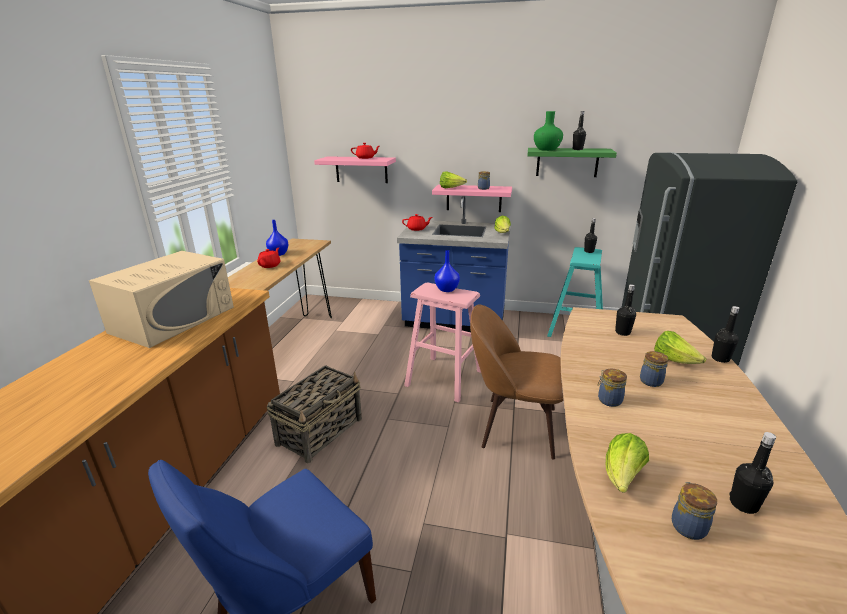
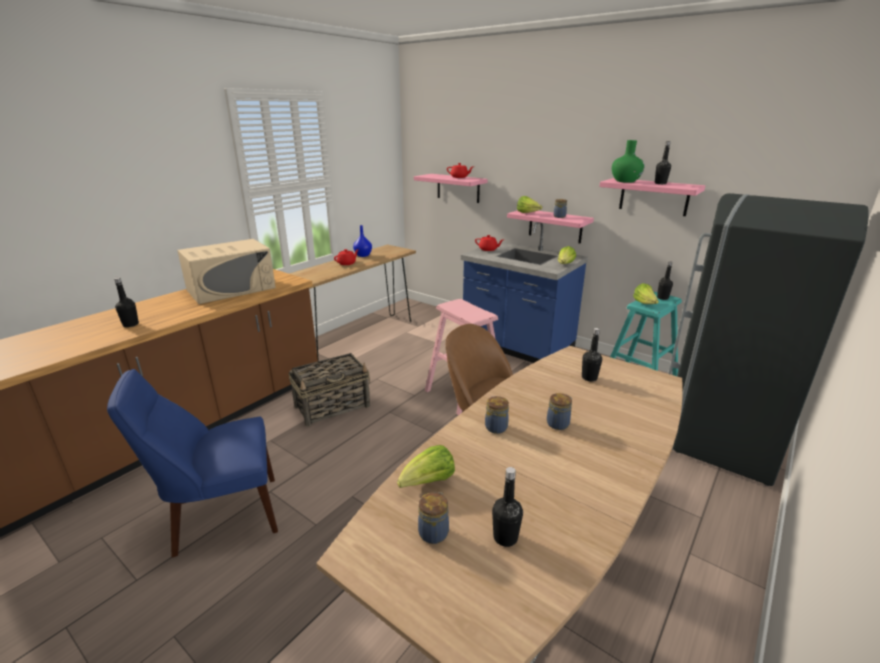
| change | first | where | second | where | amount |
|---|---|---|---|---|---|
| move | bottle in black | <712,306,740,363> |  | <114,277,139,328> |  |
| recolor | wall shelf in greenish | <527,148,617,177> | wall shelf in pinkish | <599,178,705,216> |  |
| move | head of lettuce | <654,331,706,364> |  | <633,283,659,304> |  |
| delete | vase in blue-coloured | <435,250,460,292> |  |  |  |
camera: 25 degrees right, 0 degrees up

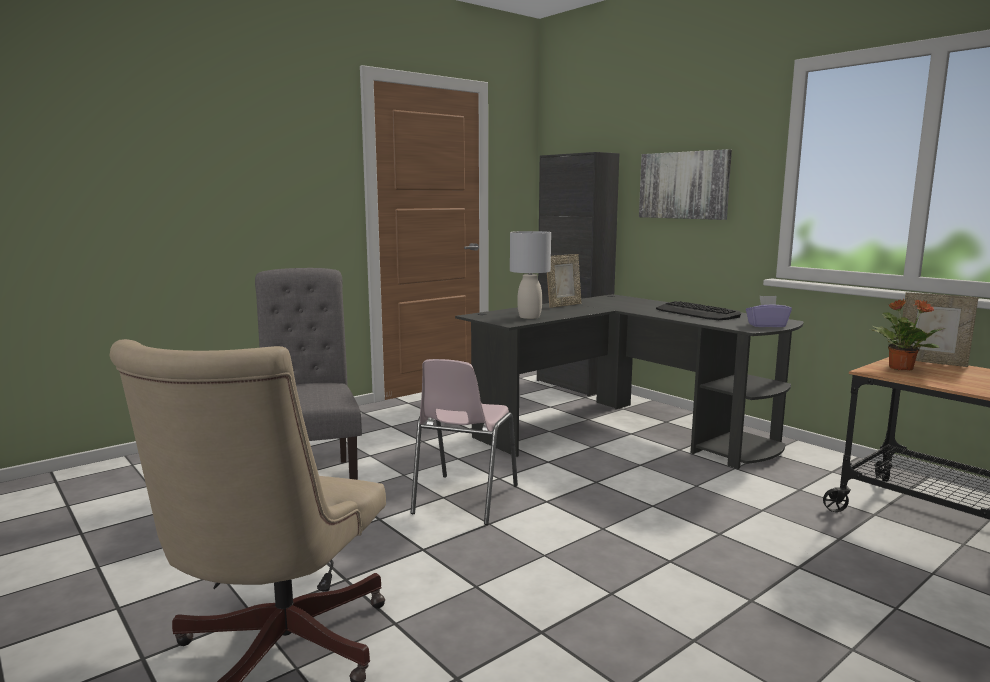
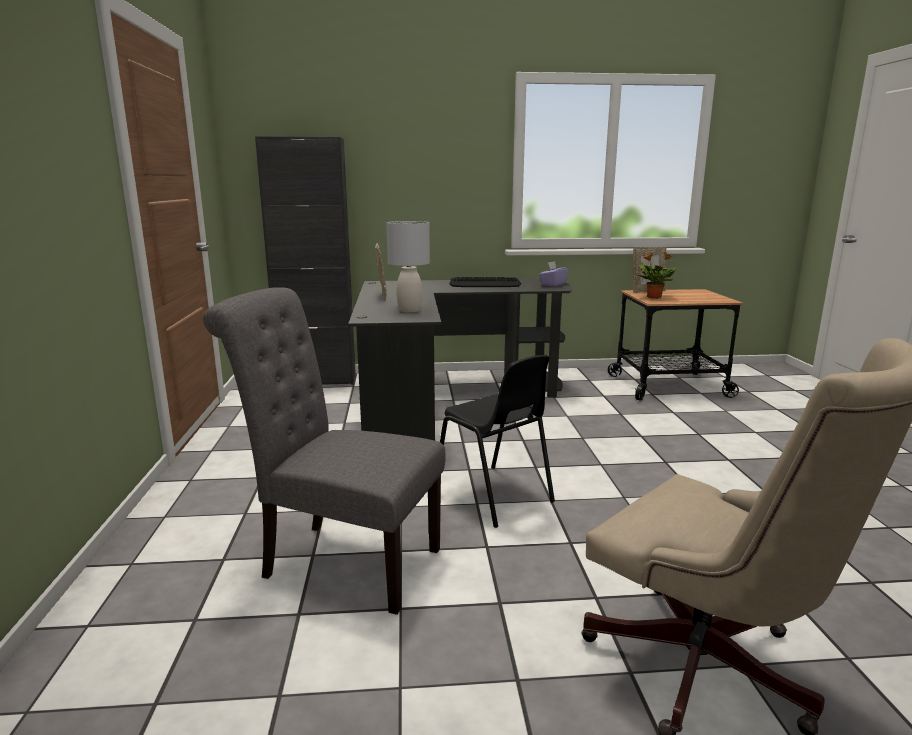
| change | first | where | second | where | amount |
|---|---|---|---|---|---|
| recolor | plain chair in pinkish | <411,359,518,525> | plain chair in black | <440,355,555,528> |  |
| delete | wall art | <639,149,732,220> |  |  |  |
camera: 55 degrees left, 5 degrees up

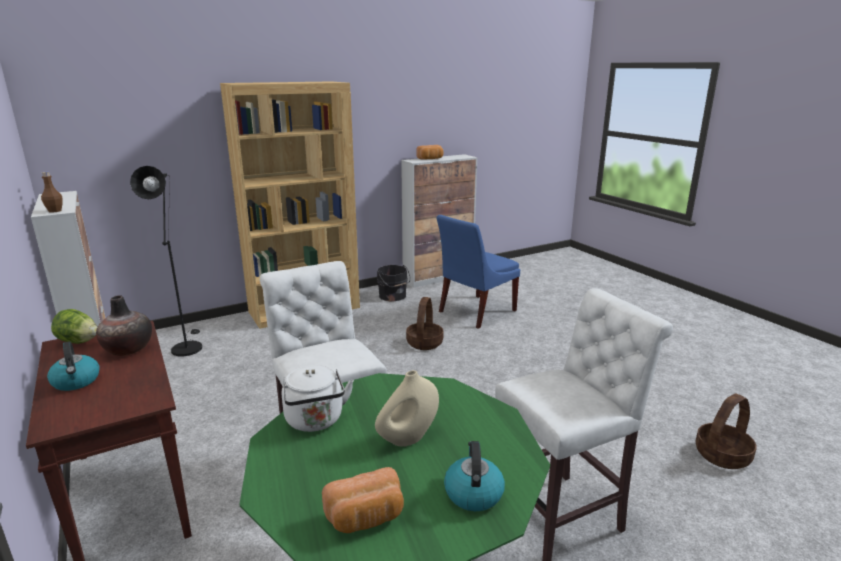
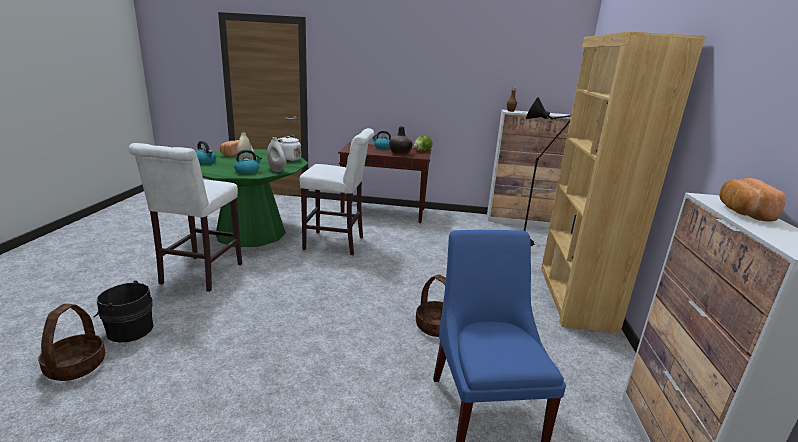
| change | first | where | second | where | amount |
|---|---|---|---|---|---|
| move | water bucket in black | <377,265,410,301> |  | <94,280,154,343> |  |
| insert |  |  | kettle | <234,150,262,174> |  |
| insert |  |  | vase in white-coloured | <267,137,287,172> |  |
camera: 125 degrees right, 0 degrees up

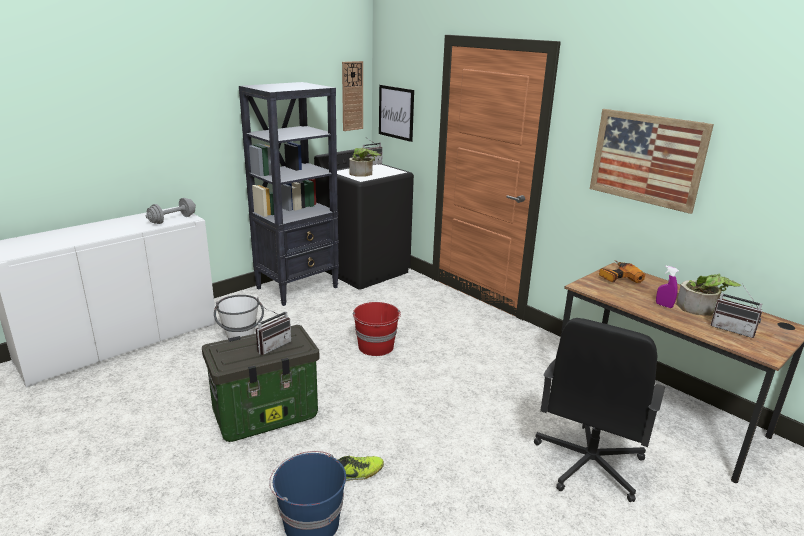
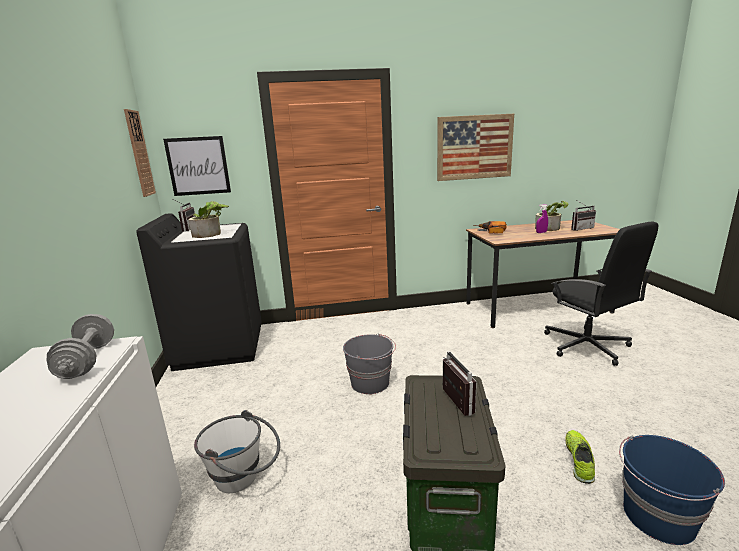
| change | first | where | second | where | amount |
|---|---|---|---|---|---|
| recolor | water bucket in reddish | <353,302,401,356> | water bucket in grey | <343,333,396,394> |  |
| delete | bookcase in black | <239,82,339,306> |  |  |  |
camera: 55 degrees left, 5 degrees down

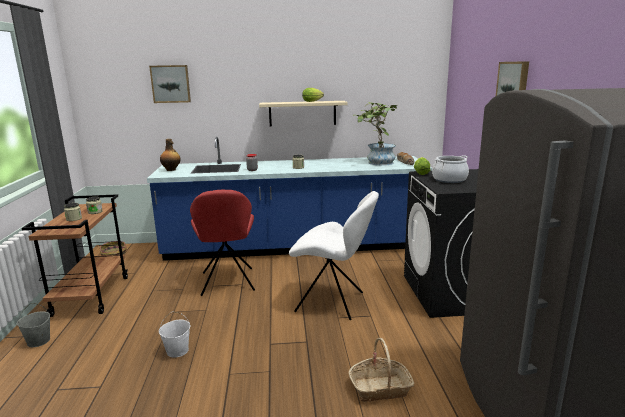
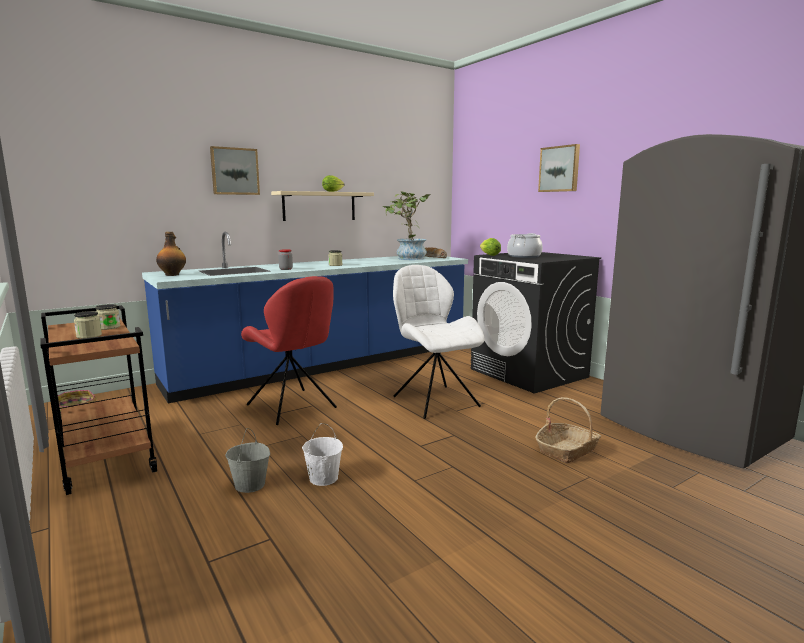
| change | first | where | second | where | amount |
|---|---|---|---|---|---|
| move | wall art | <149,65,191,103> |  | <210,146,260,195> |  |
| move | water bucket in grey | <17,303,50,347> |  | <225,428,270,493> |  |
| rotate | plain chair in white-coloured | <289,191,379,320> |  | <393,265,485,419> | 105 degrees counterclockwise |
camera: 30 degrees left, 5 degrees down

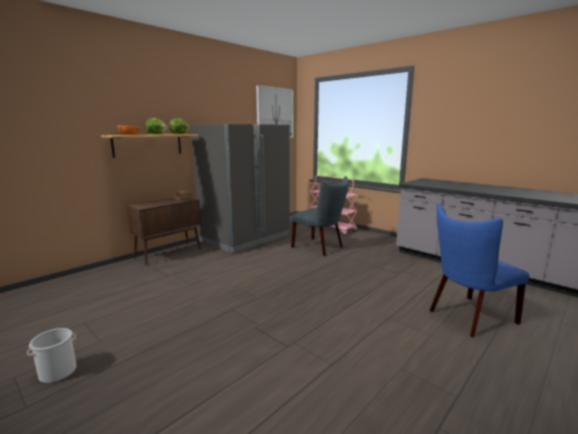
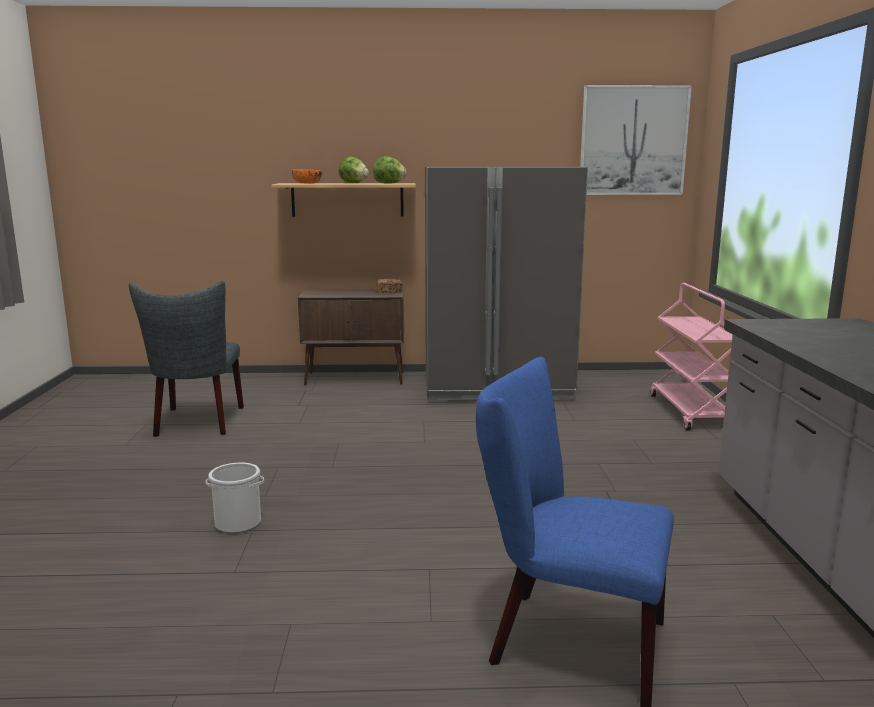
| change | first | where | second | where | amount |
|---|---|---|---|---|---|
| move | plain chair in grey | <291,176,348,256> |  | <129,281,244,437> |  |
| move | water bucket | <27,328,76,383> |  | <206,463,264,533> |  |
camera: 45 degrees right, 0 degrees up

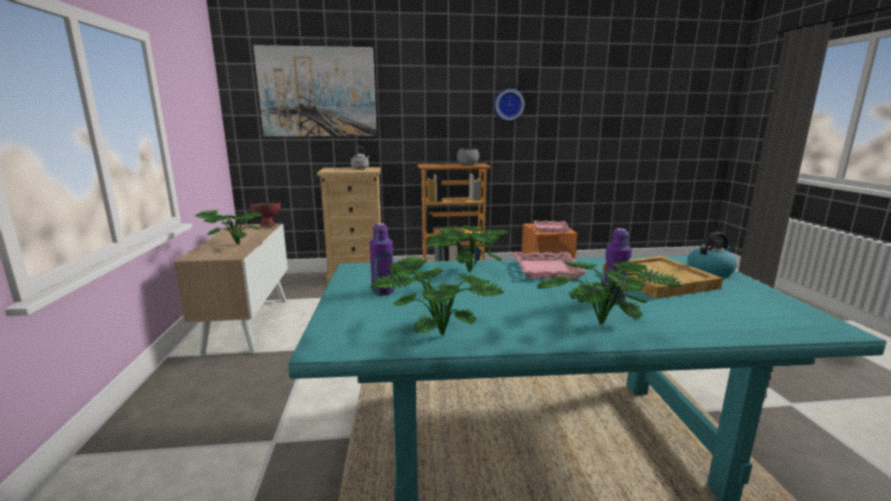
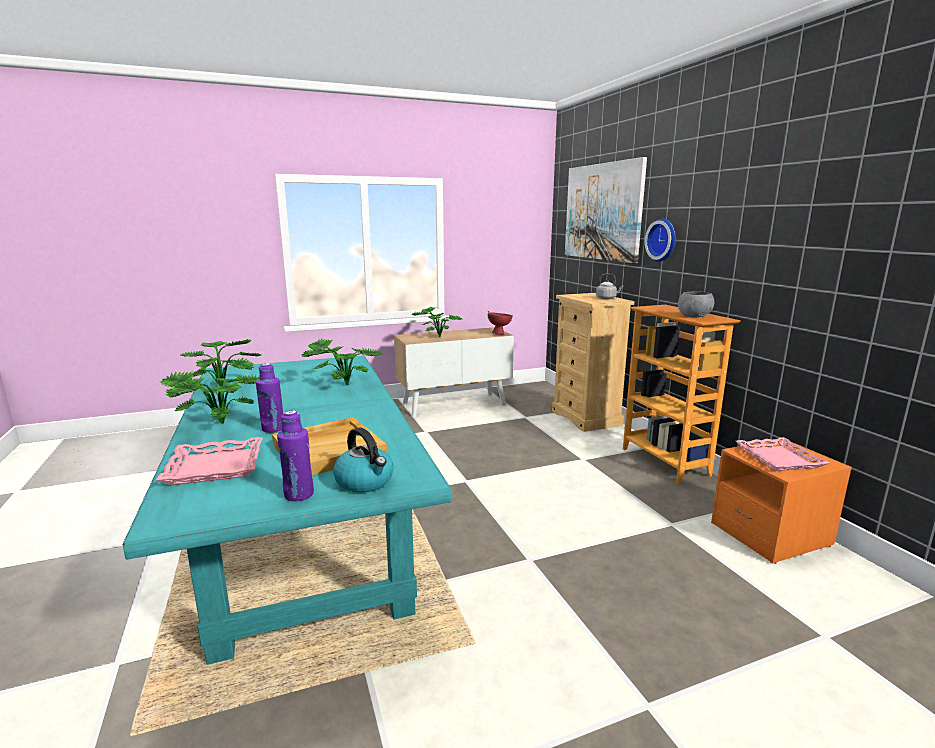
| change | first | where | second | where | amount |
|---|---|---|---|---|---|
| move | serving tray in pinkish | <513,252,587,279> |  | <156,437,262,485> |  |
| move | bottle in purple-coloured | <369,223,394,295> |  | <277,410,314,501> |  |
| move | hanging clock | <494,88,525,122> |  | <644,218,676,262> |  |
camera: 75 degrees right, 0 degrees up

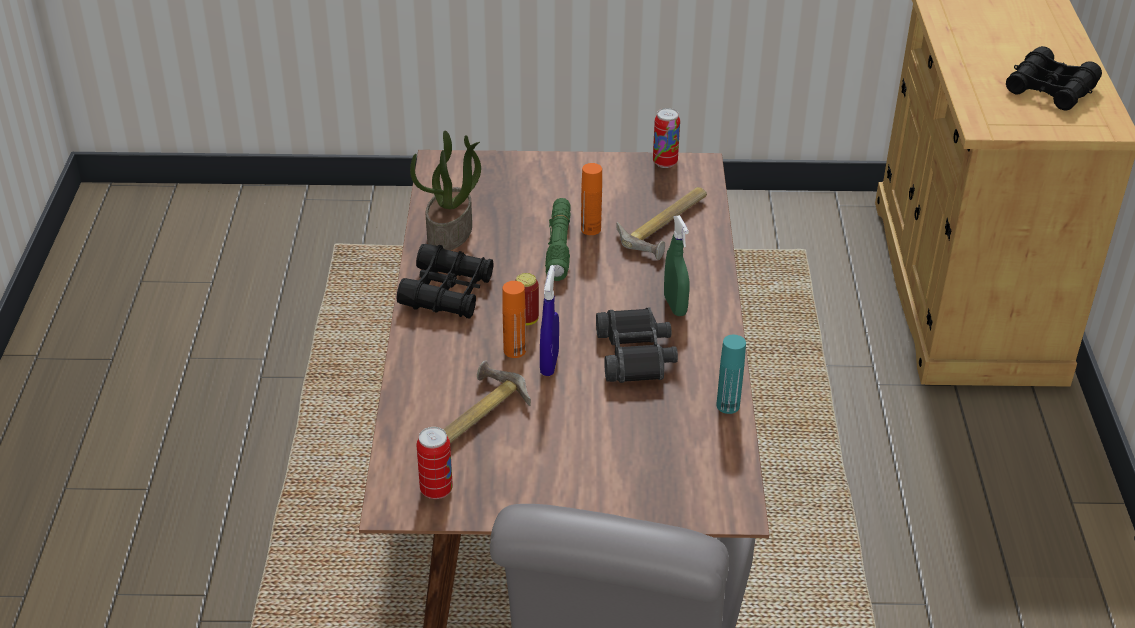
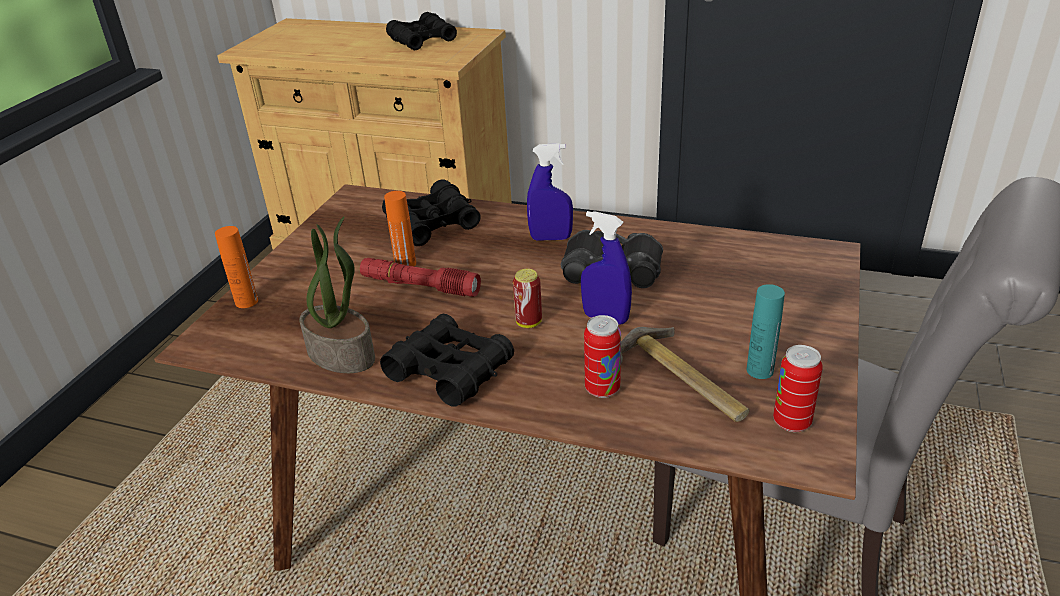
| change | first | where | second | where | amount |
|---|---|---|---|---|---|
| move | bottle in orangey | <502,281,526,358> |  | <215,226,258,308> |  |
| recolor | flashlight in greenish | <545,198,571,281> | flashlight in reddish | <360,258,481,297> |  |
| replace | tool hammer | <617,187,707,260> | field glasses in black | <382,179,480,246> |  |
| recolor | sprayer in greenish | <664,215,690,316> | sprayer in blue-coloured | <527,143,573,241> |  |
| move | can | <653,108,680,168> |  | <584,315,621,398> |  |
| move | bottle in turquoise | <716,335,746,414> |  | <747,284,785,379> |  |
camera: 70 degrees left, 5 degrees down

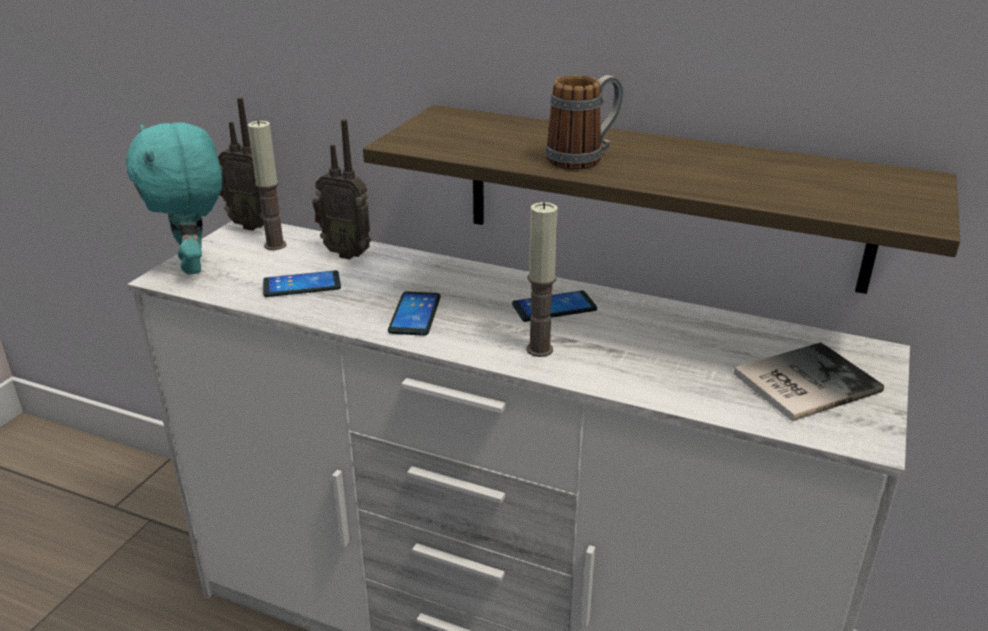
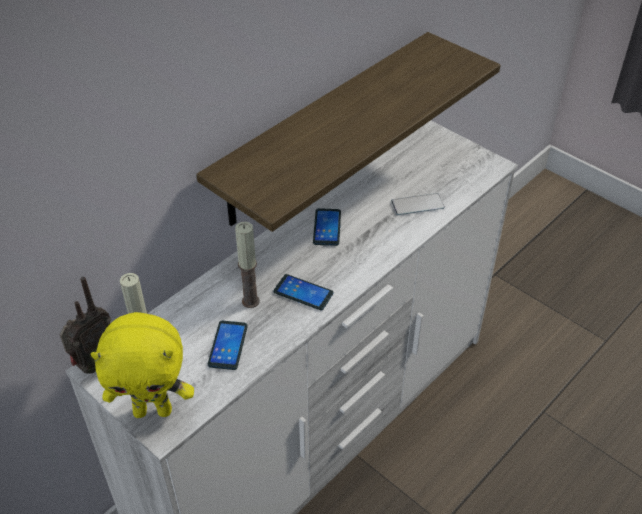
| change | first | where | second | where | amount |
|---|---|---|---|---|---|
| recolor | plush toy in turquoise | <126,122,222,275> | plush toy in yellow | <91,312,194,418> |  |
| move | wax candle | <526,202,558,357> |  | <235,222,260,308> |  |
| insert |  |  | handset | <391,193,445,215> |  |
| delete | radio | <312,119,371,260> |  |  |  |
| delete | coffee mug | <545,75,624,170> |  |  |  |
| delete | volume | <734,342,884,421> |  |  |  |
camera: 70 degrees left, 15 degrees up

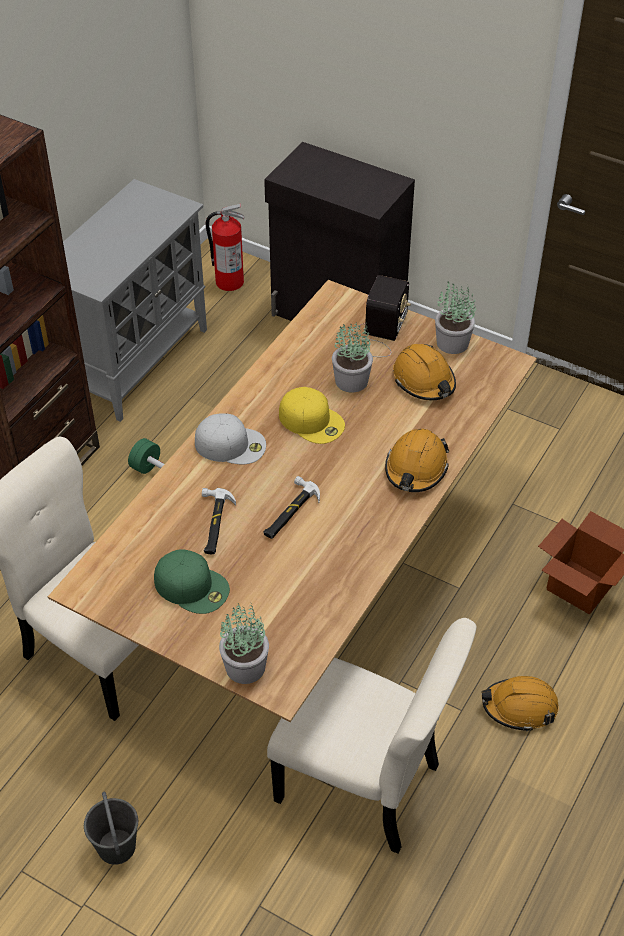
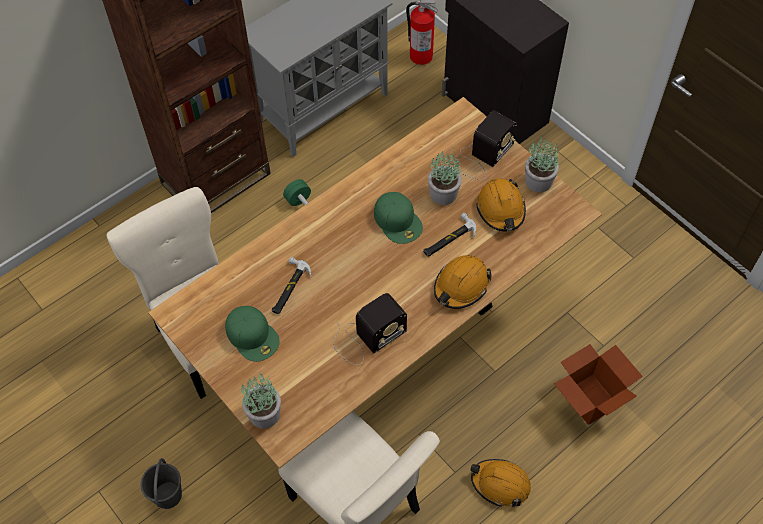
| change | first | where | second | where | amount |
|---|---|---|---|---|---|
| insert |  |  | radio | <333,293,407,365> |  |
| recolor | cap in yellow | <279,387,345,444> | cap in greenish | <374,192,423,244> |  |
| move | tool hammer | <264,476,320,539> |  | <423,213,476,257> |  |
| delete | cap in white-coloured | <195,413,266,464> |  |  |  |
camera: 20 degrees right, 10 degrees up

